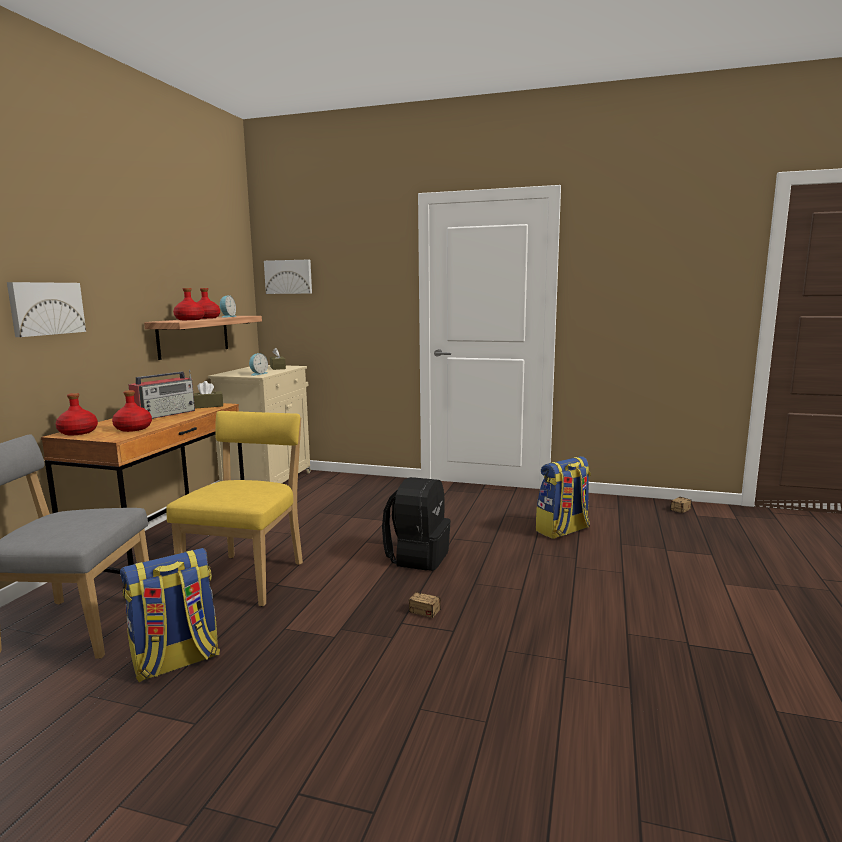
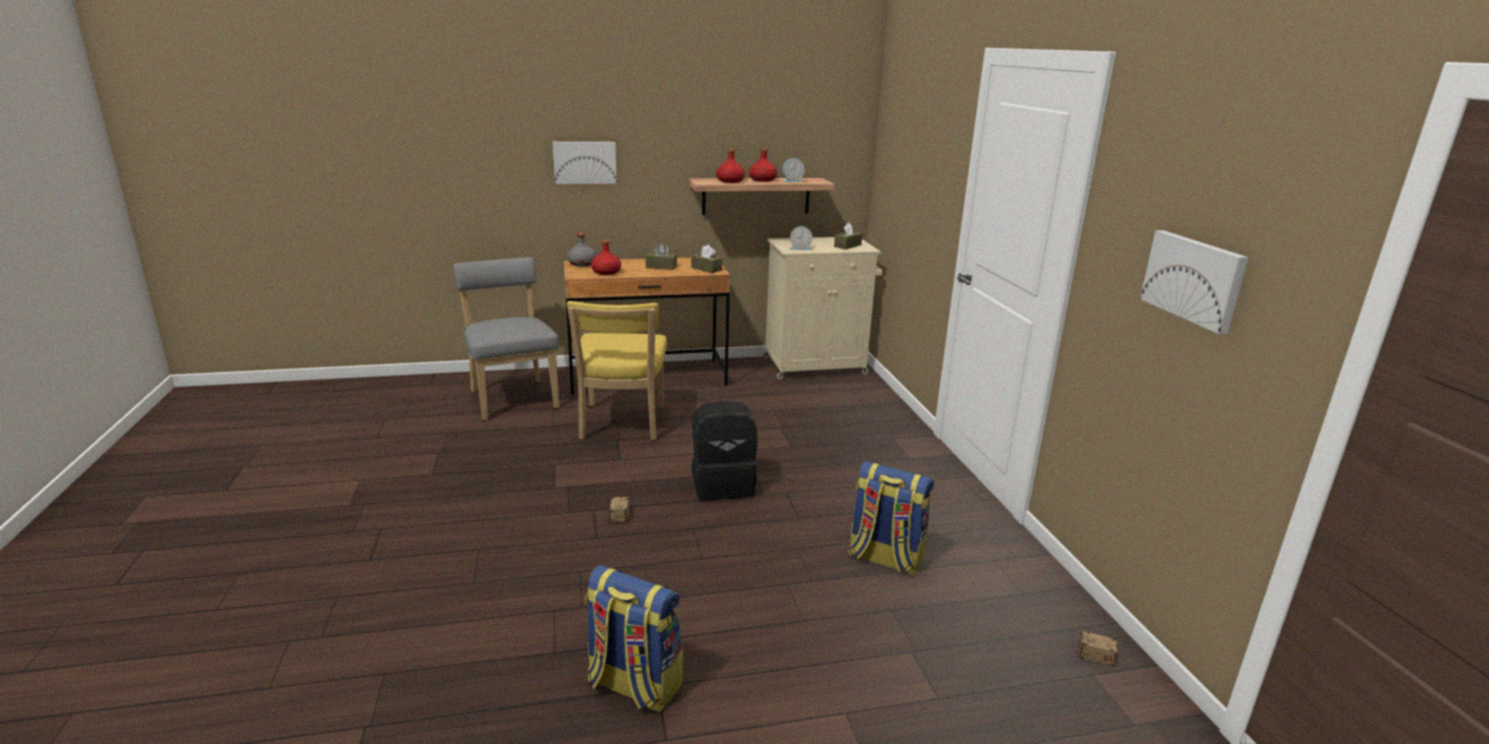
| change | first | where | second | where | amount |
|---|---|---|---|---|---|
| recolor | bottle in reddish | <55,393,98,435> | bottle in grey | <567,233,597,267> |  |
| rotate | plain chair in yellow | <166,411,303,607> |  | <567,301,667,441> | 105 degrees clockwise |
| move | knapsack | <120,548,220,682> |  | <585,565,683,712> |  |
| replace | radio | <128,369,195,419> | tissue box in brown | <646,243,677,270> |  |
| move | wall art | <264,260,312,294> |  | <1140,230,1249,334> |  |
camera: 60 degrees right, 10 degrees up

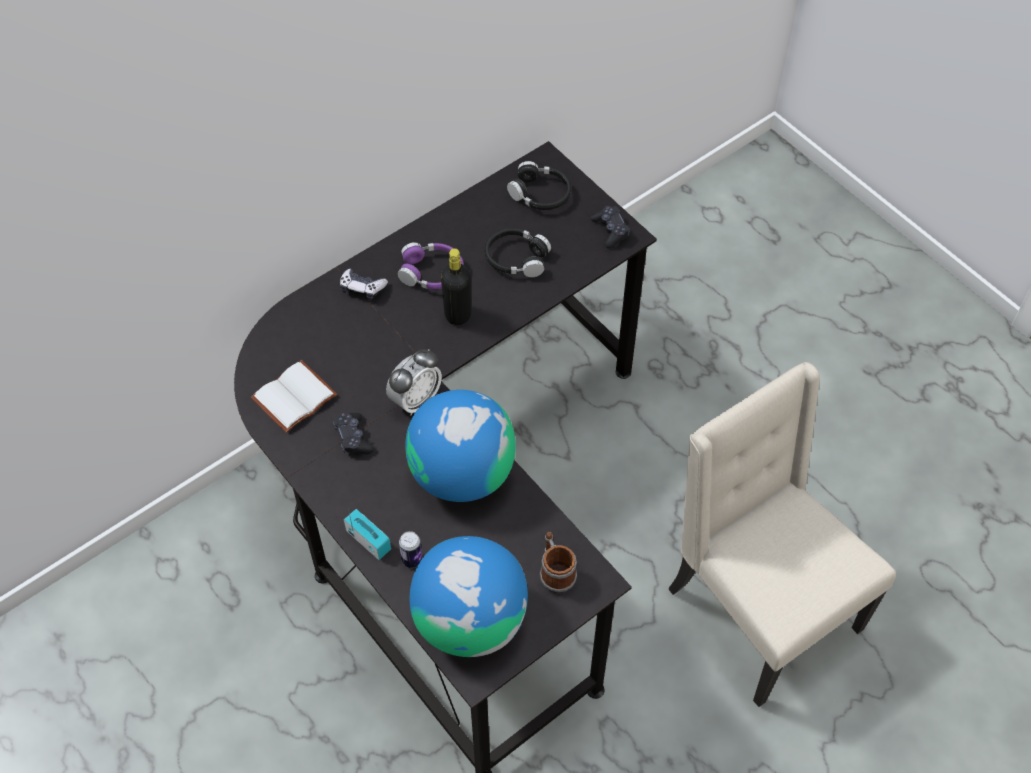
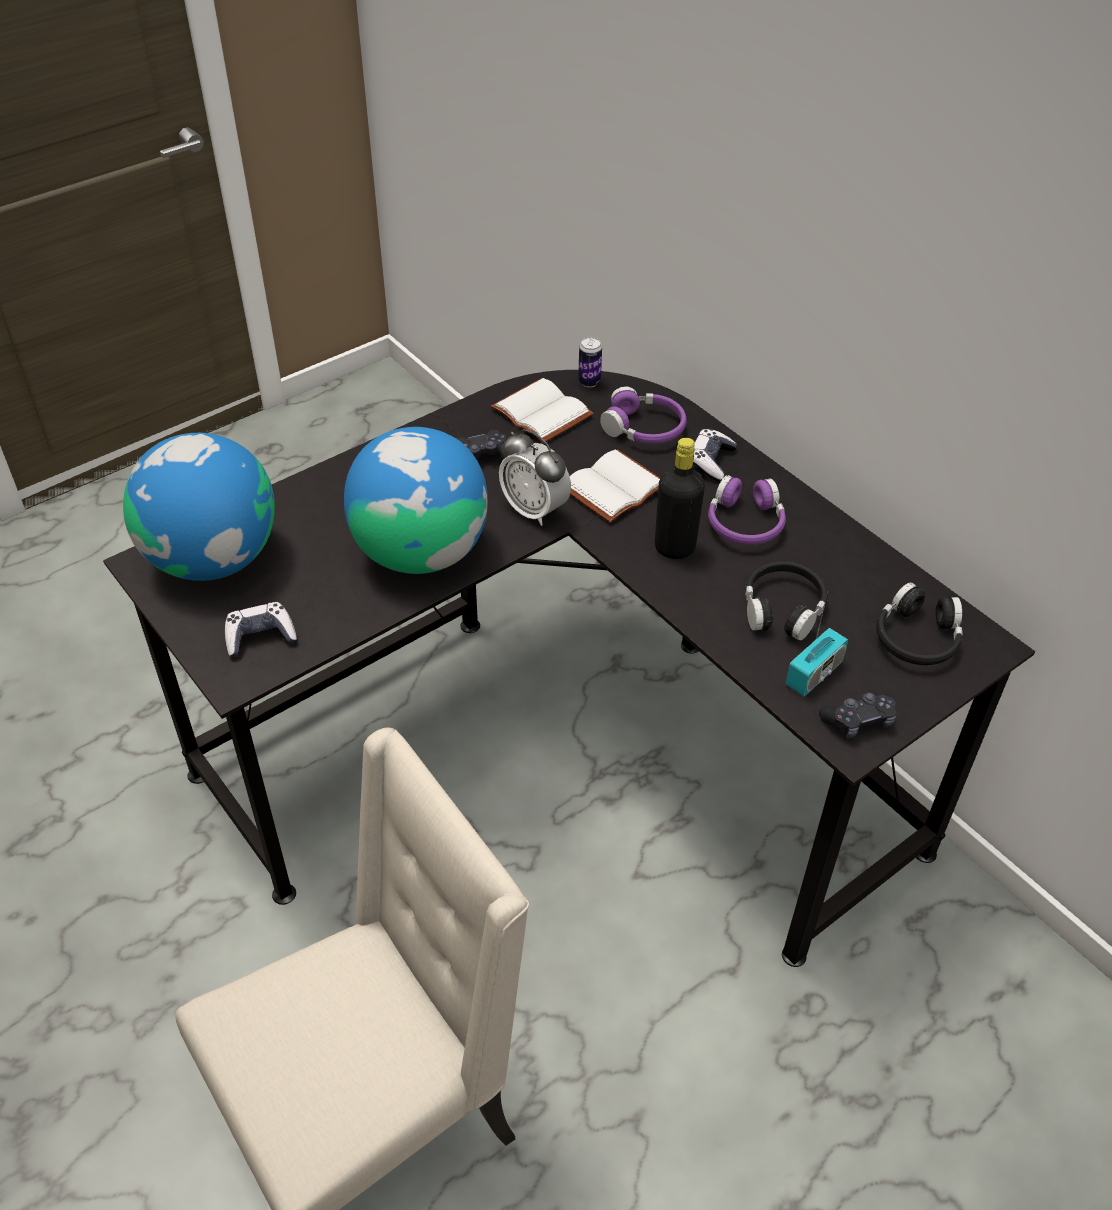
| change | first | where | second | where | amount |
|---|---|---|---|---|---|
| replace | coffee mug | <540,532,577,593> | game controller | <225,602,297,657> |  |
| insert |  |  | volume in white-coloured | <570,449,660,523> |  |
| move | can | <399,531,422,568> |  | <578,337,602,388> |  |
| insert |  |  | pair of headphones in purple-coloured | <600,386,687,444> |  |
| move | radio | <344,508,391,560> |  | <786,595,848,697> |  |
camera: 90 degrees right, 10 degrees down

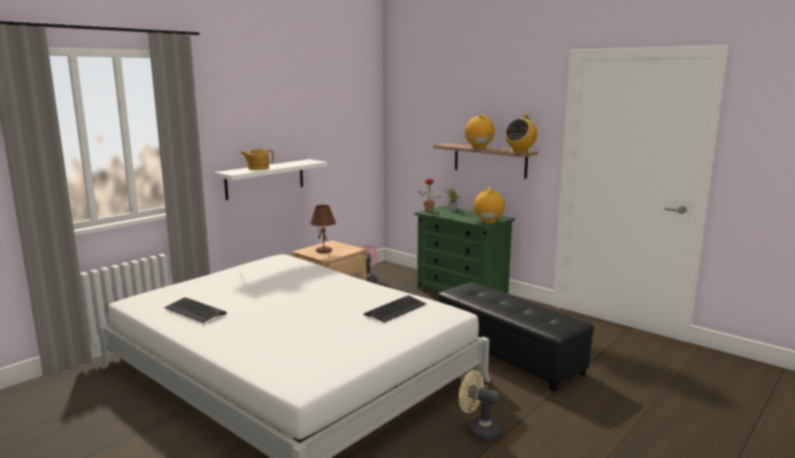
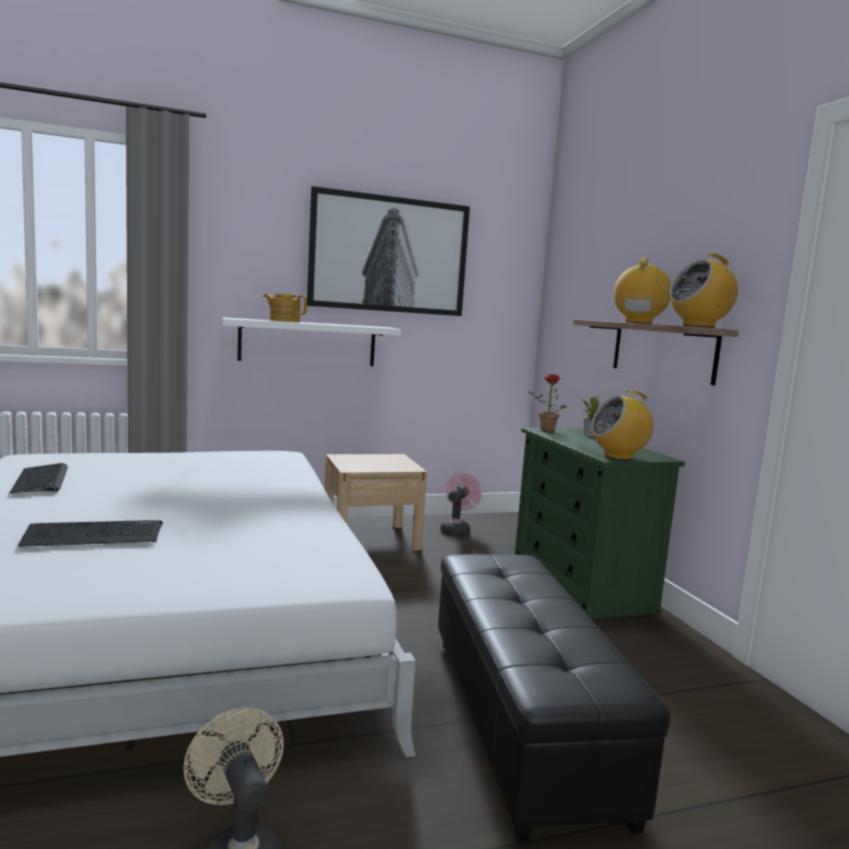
| change | first | where | second | where | amount |
|---|---|---|---|---|---|
| move | keyboard | <363,295,426,323> |  | <18,520,163,547> |  |
| insert |  |  | wall art | <307,186,470,316> |  |
| rotate | radio | <474,187,505,224> |  | <591,390,653,460> | 150 degrees counterclockwise |
| delete | tabletop lamp in brown | <310,205,336,253> |  |  |  |
camera: 30 degrees right, 5 degrees down

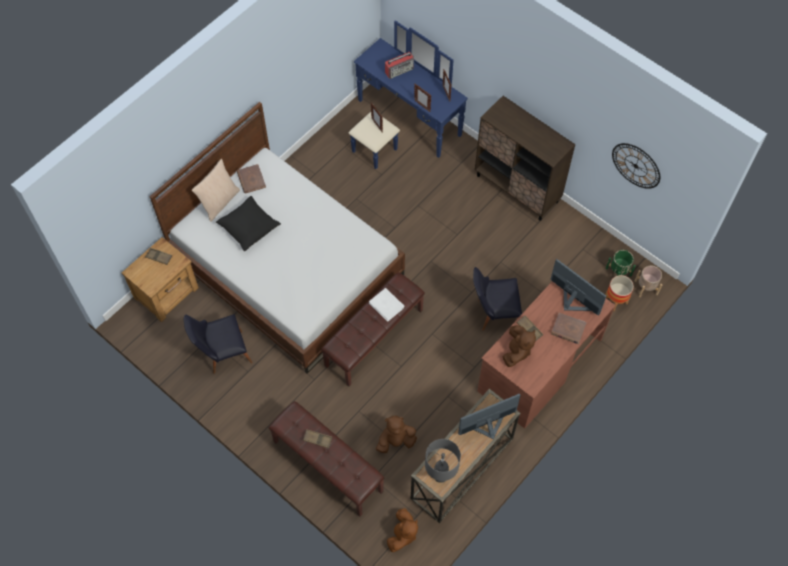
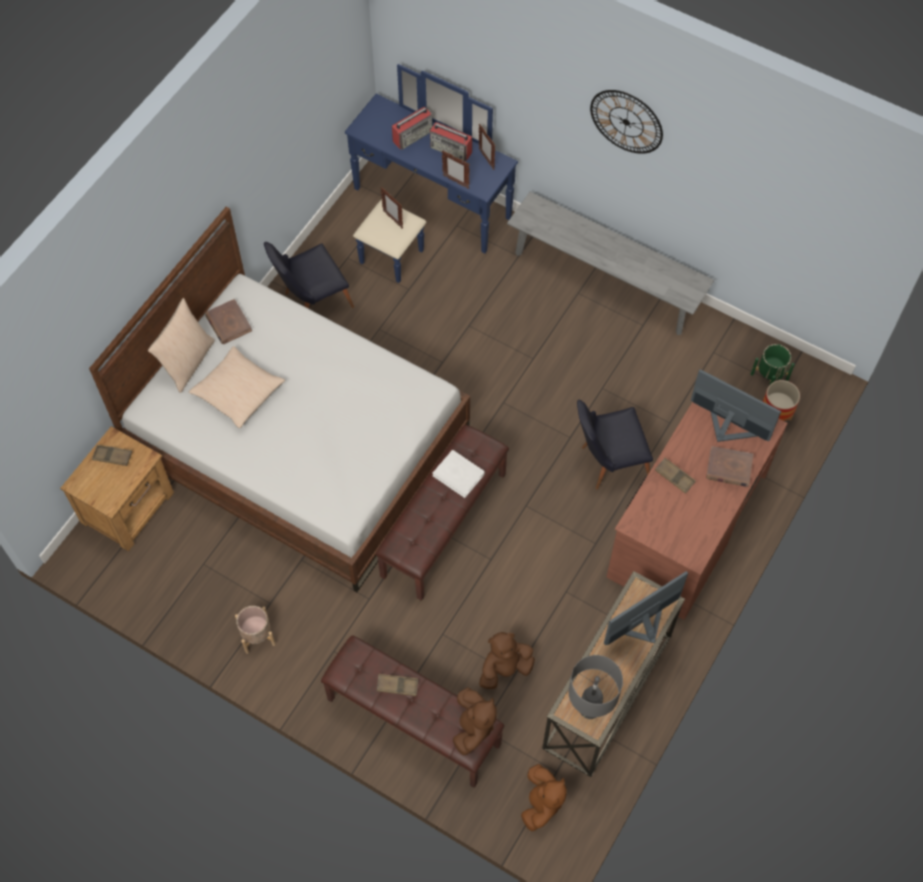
| change | first | where | second | where | amount |
|---|---|---|---|---|---|
| recolor | pillow in black | <216,196,281,251> | pillow in beige | <189,346,285,428> |  |
| move | plant pot in beige | <635,266,662,297> |  | <235,606,276,654> |  |
| move | plain chair in black | <184,314,253,374> |  | <264,242,354,309> |  |
| insert |  |  | radio | <430,122,472,162> |  |
| move | plush toy in brown | <503,325,536,367> |  | <452,688,497,756> |  |
| replace | cupboard in brown | <475,96,575,221> | indoor bench in grey | <507,192,714,335> |  |
| move | hanging clock | <612,143,660,189> |  | <590,90,663,154> |  |
camera: 10 degrees left, 0 degrees up

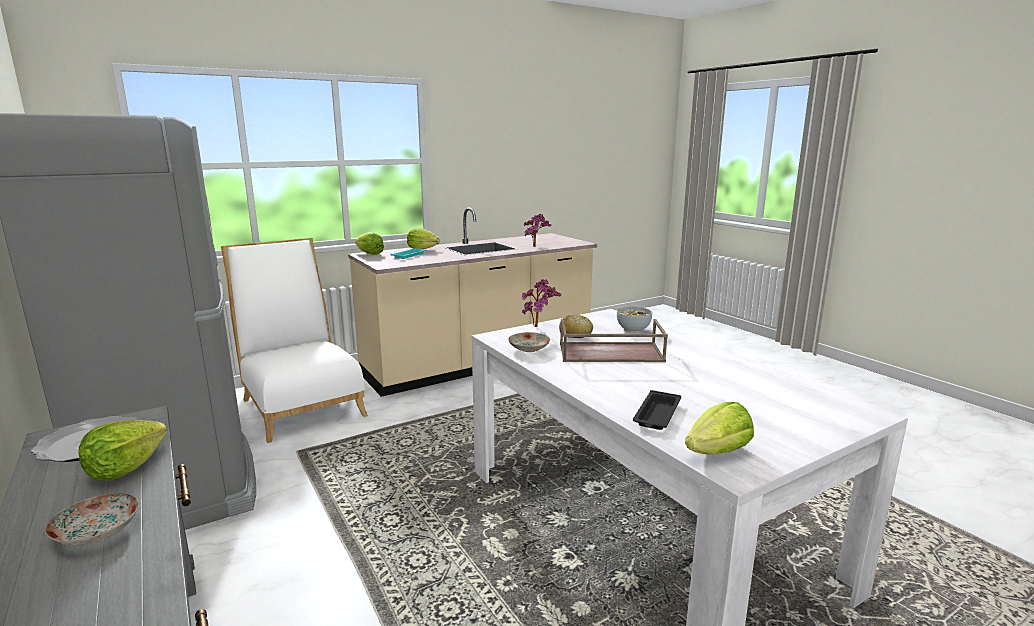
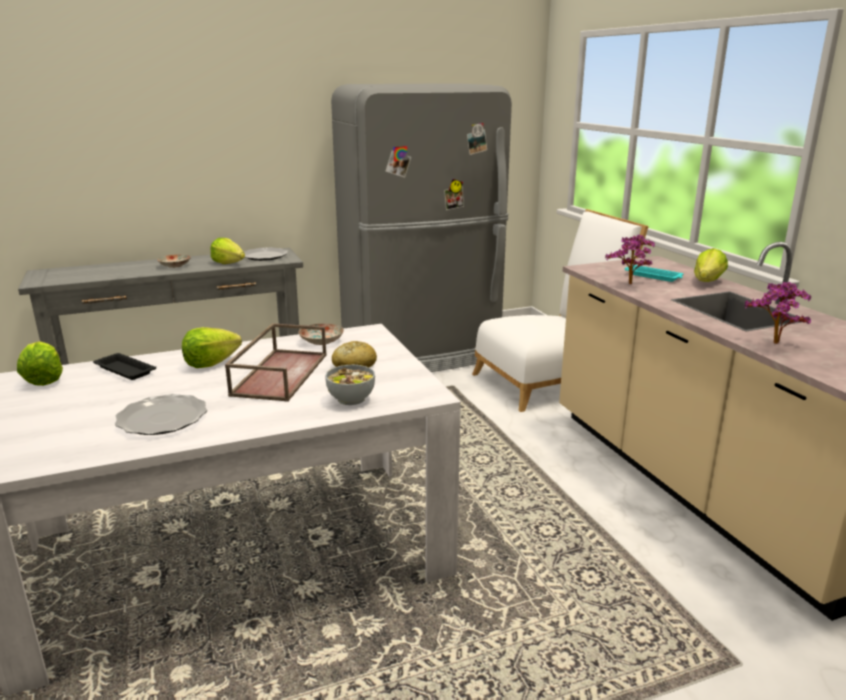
| change | first | where | second | where | amount |
|---|---|---|---|---|---|
| insert |  |  | plate | <115,394,207,435> |  |
| move | head of lettuce | <355,232,384,255> |  | <182,327,242,368> |  |
| move | plant in a pot | <522,279,561,327> |  | <605,235,655,284> |  |
camera: 100 degrees right, 5 degrees up

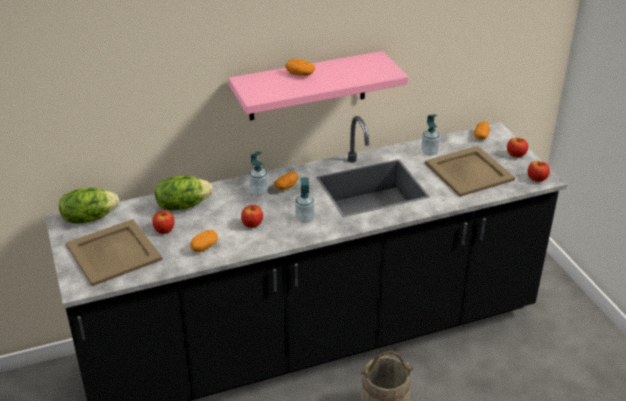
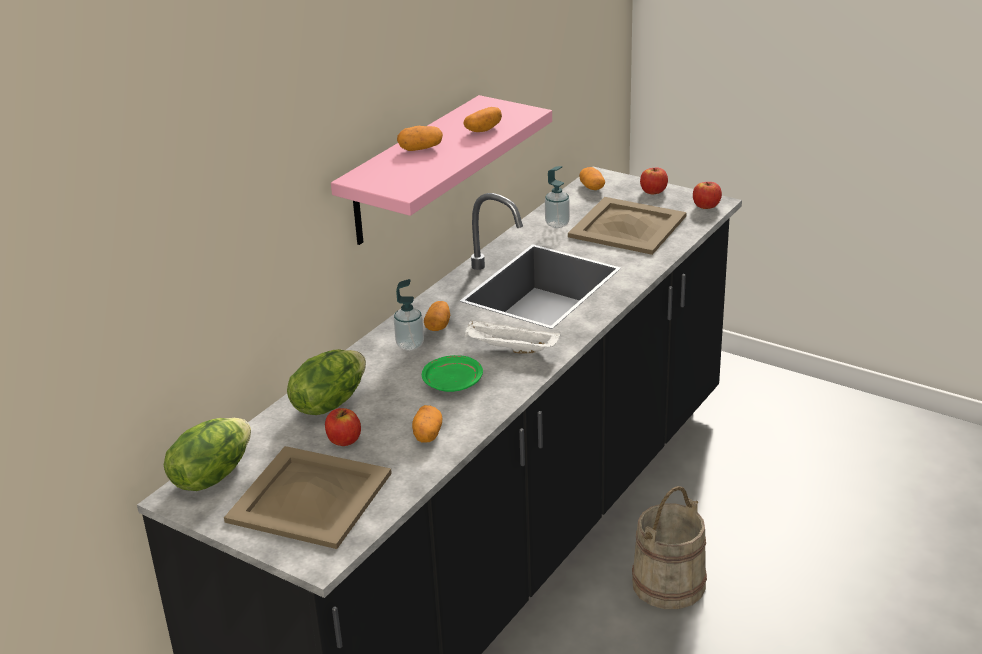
| change | first | where | second | where | amount |
|---|---|---|---|---|---|
| replace | whole apple | <241,205,263,228> | plate in greenish | <422,355,483,392> |  |
| insert |  |  | spud | <463,107,502,132> |  |
| replace | soap dispenser | <295,177,315,223> | serving tray in white-coloured | <465,320,561,354> |  |
camera: 35 degrees left, 5 degrees down

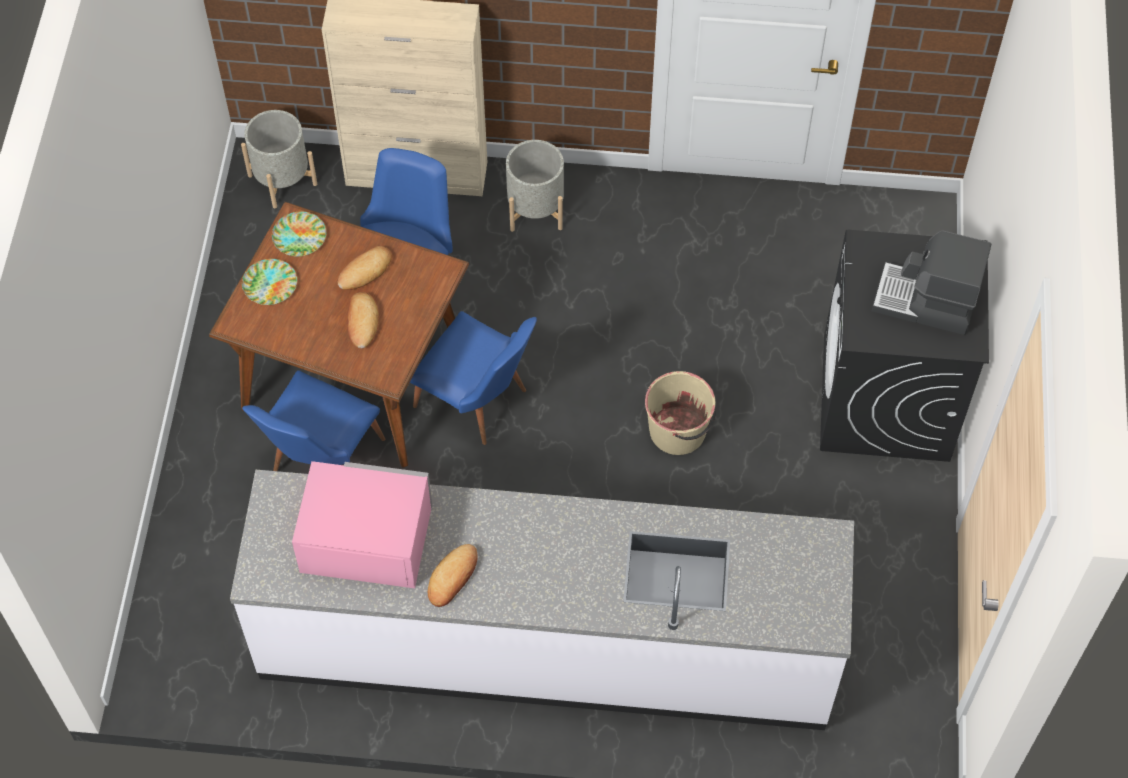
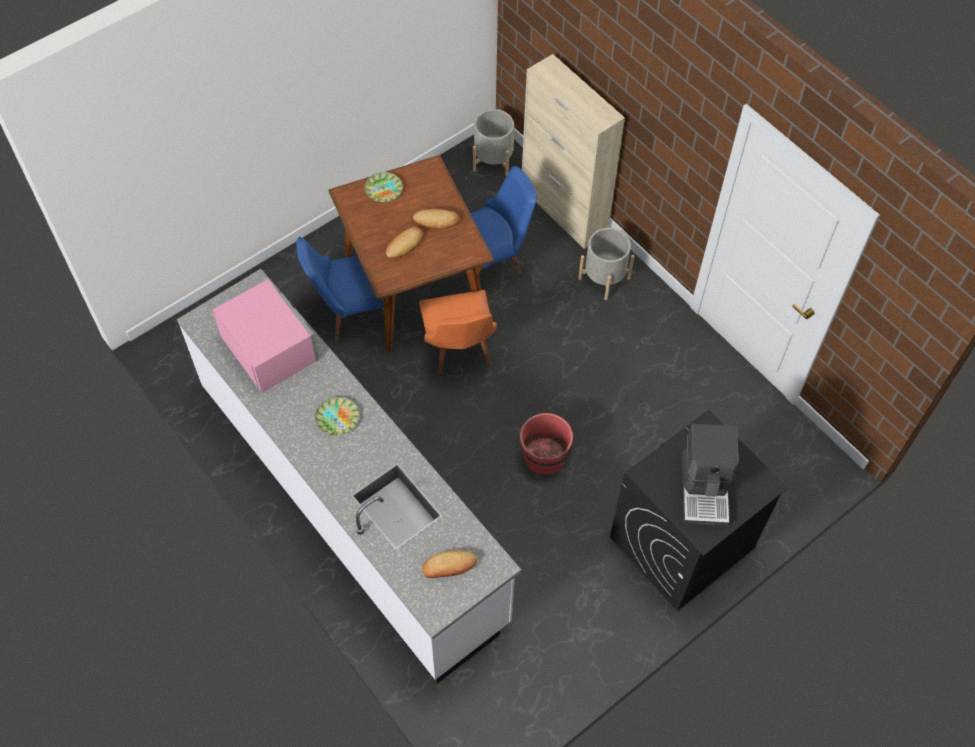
| change | first | where | second | where | amount |
|---|---|---|---|---|---|
| move | plate | <272,212,327,257> |  | <315,397,359,435> |  |
| recolor | plain chair in blue-coloured | <410,311,537,445> | plain chair in orangey | <419,290,497,375> |  |
| move | bread | <428,544,478,607> |  | <422,550,477,578> |  |
| recolor | water bucket in beige | <645,371,716,455> | water bucket in reddish | <520,413,575,475> |  |
| rotate | coffee maker | <872,230,991,335> |  | <682,424,739,526> | 150 degrees counterclockwise |
camera: 45 degrees right, 0 degrees up

